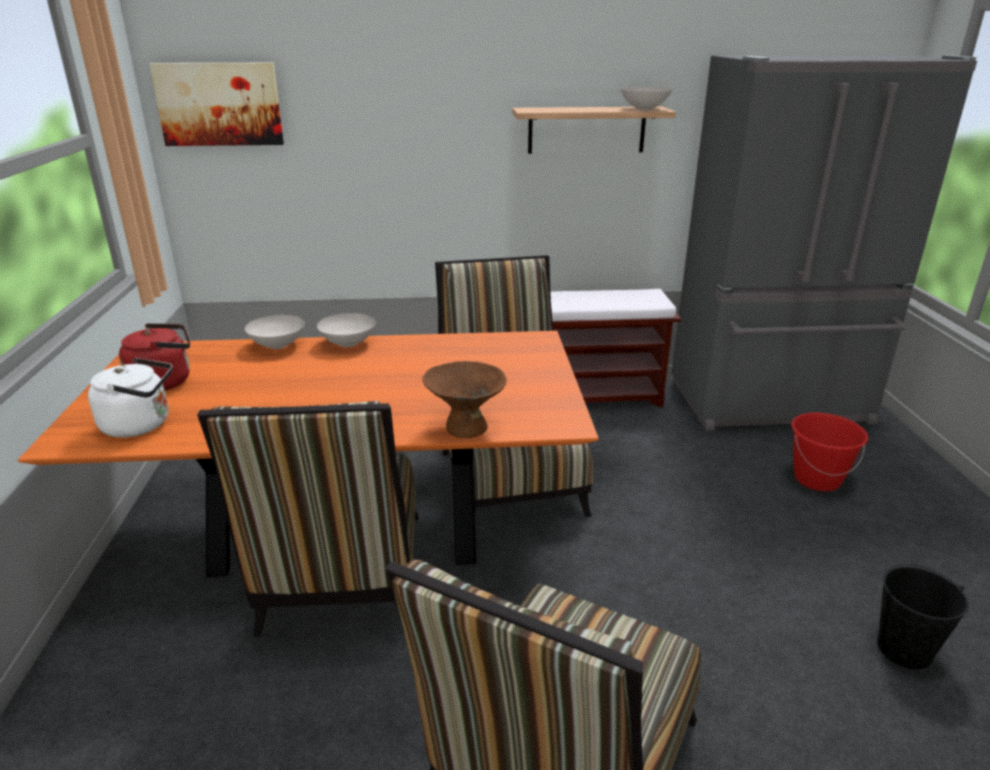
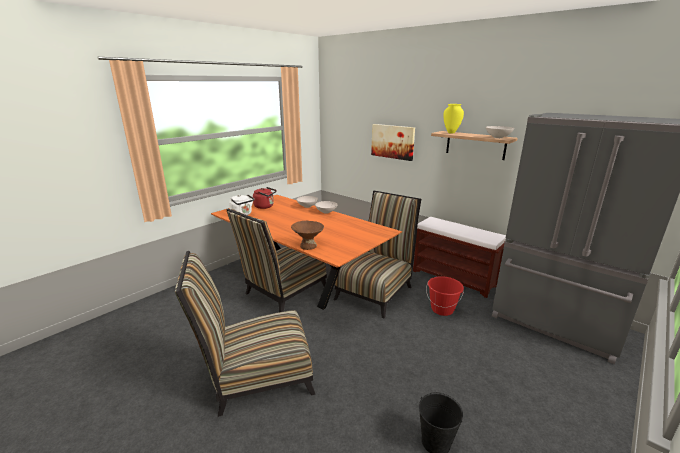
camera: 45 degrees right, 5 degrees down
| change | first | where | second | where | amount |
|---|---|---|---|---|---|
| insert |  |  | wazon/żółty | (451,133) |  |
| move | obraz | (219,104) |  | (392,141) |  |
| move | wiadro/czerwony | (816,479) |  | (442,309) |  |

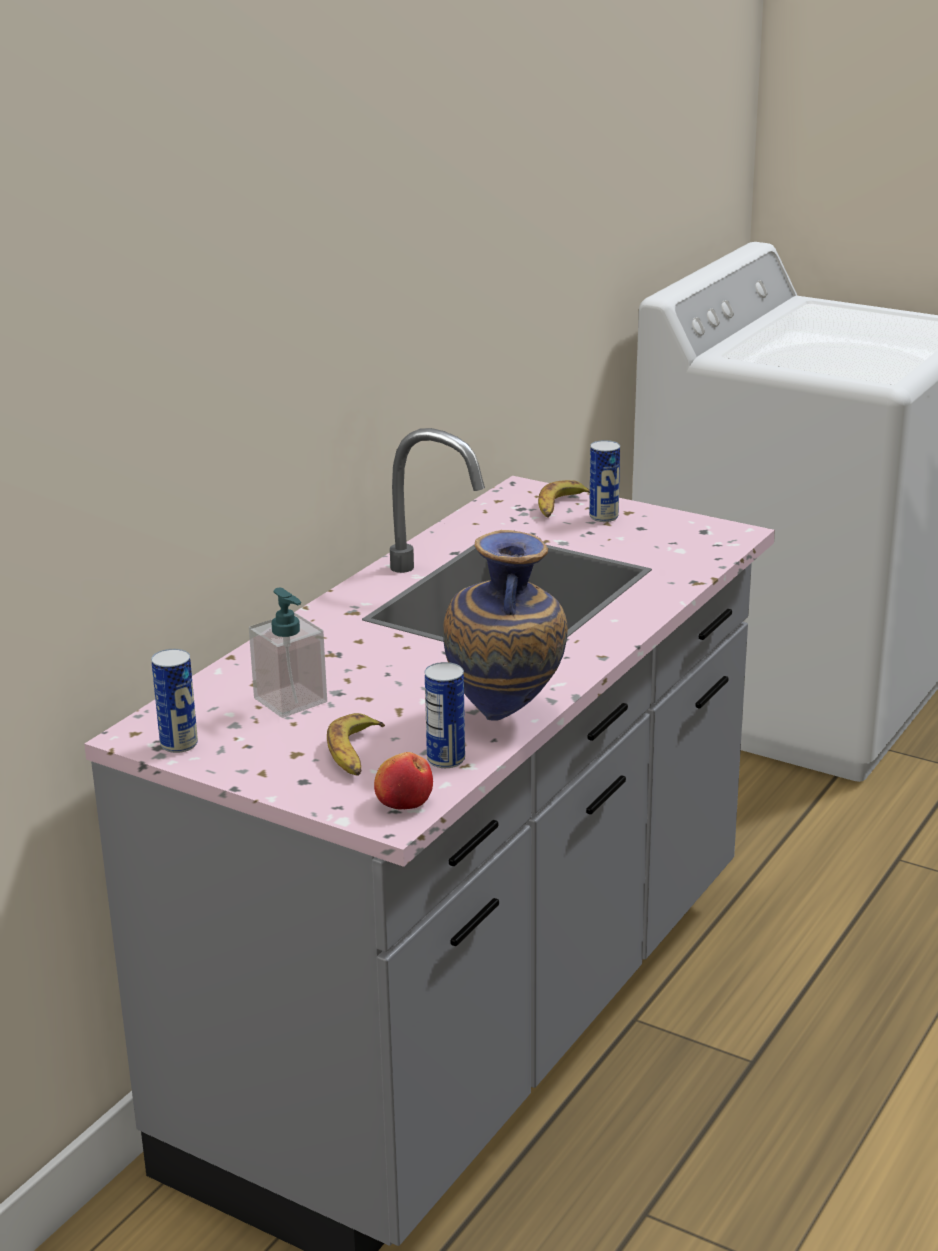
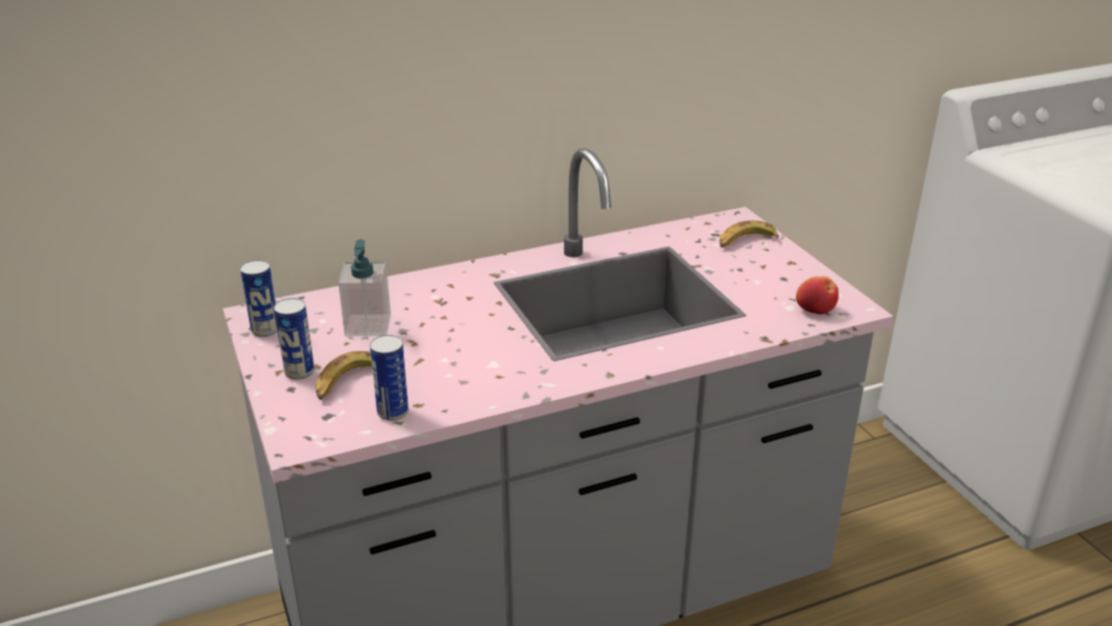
camera: 35 degrees right, 5 degrees up
| change | first | where | second | where | amount |
|---|---|---|---|---|---|
| delete | wazon | (506,719) |  |  |  |
| move | jabłko | (403,802) |  | (815,309) |  |
| move | puszka | (603,517) |  | (299,372) |  |

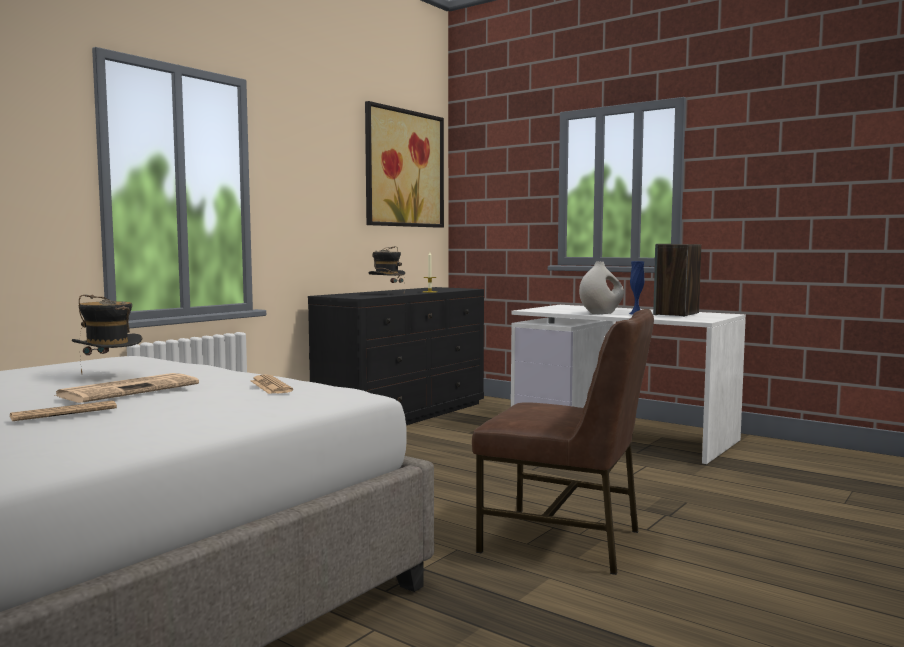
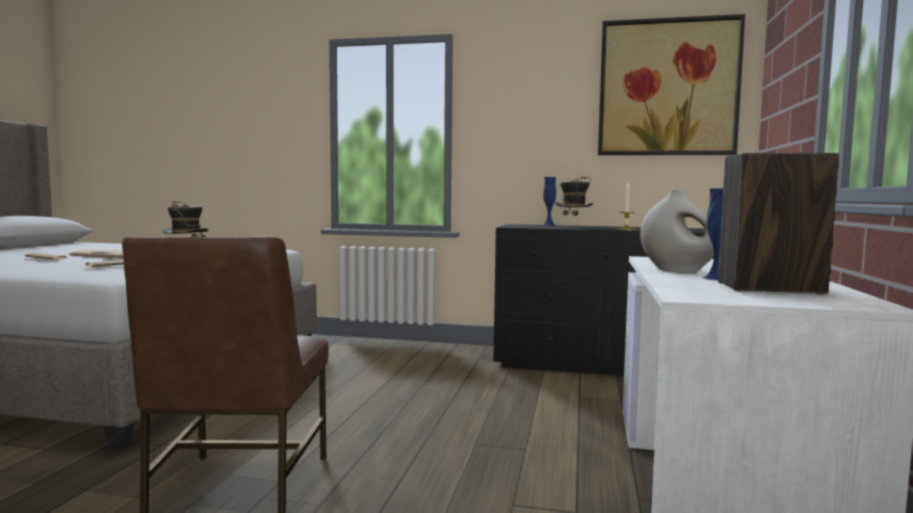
camera: 65 degrees right, 0 degrees up
| change | first | where | second | where | amount |
|---|---|---|---|---|---|
| insert |  |  | wazon/niebieski | (548,225) |  |

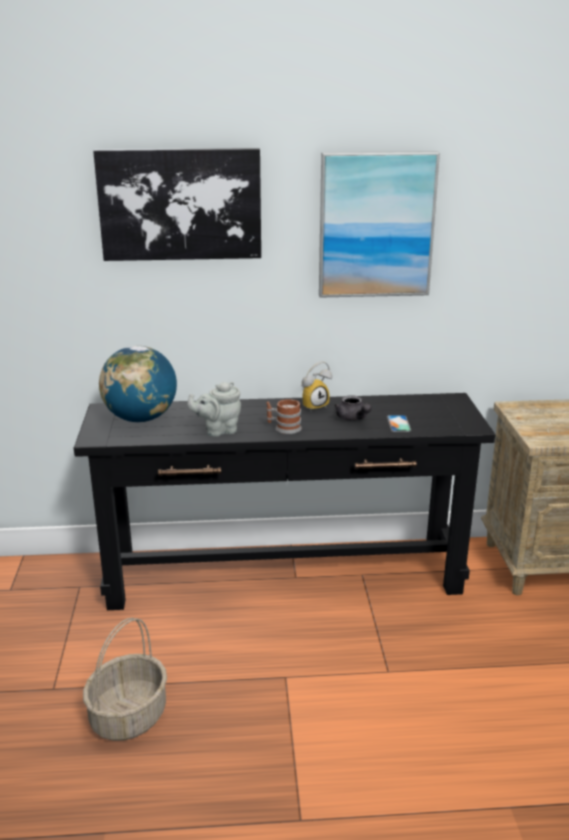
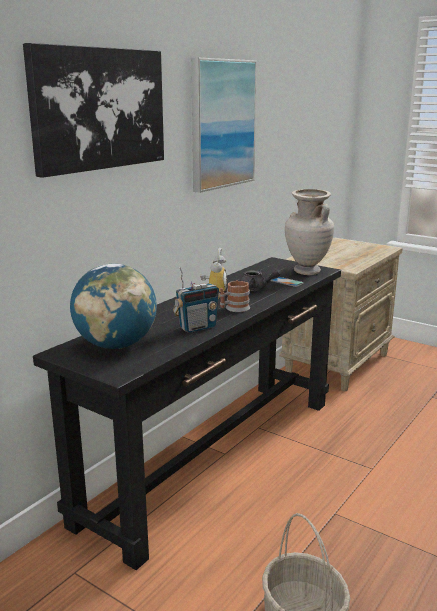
camera: 50 degrees left, 5 degrees down
| change | first | where | second | where | amount |
|---|---|---|---|---|---|
| insert |  |  | wazon/beżowy | (306,272) |  |
| replace | imbryk/szary | (218,430) | radio | (197,327) |  |

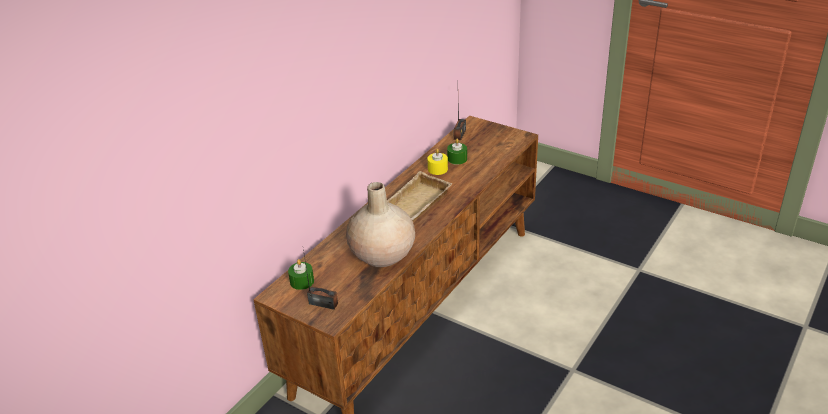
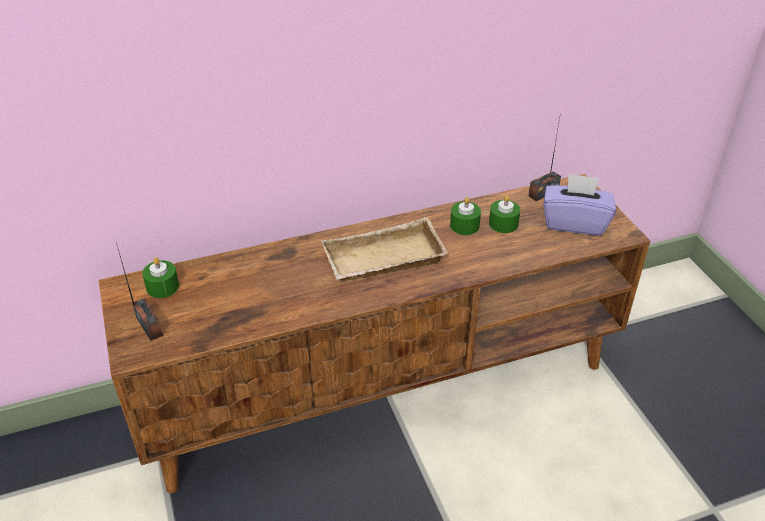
camera: 35 degrees right, 5 degrees up
| change | first | where | second | where | amount |
|---|---|---|---|---|---|
| delete | wazon/beżowy | (382,255) |  |  |  |
| insert |  |  | pudełko chusteczek/fioletowy | (574,223) |  |
| recolor | świeca/żółty | (437,169) | świeca/zielony | (464,226) |  |

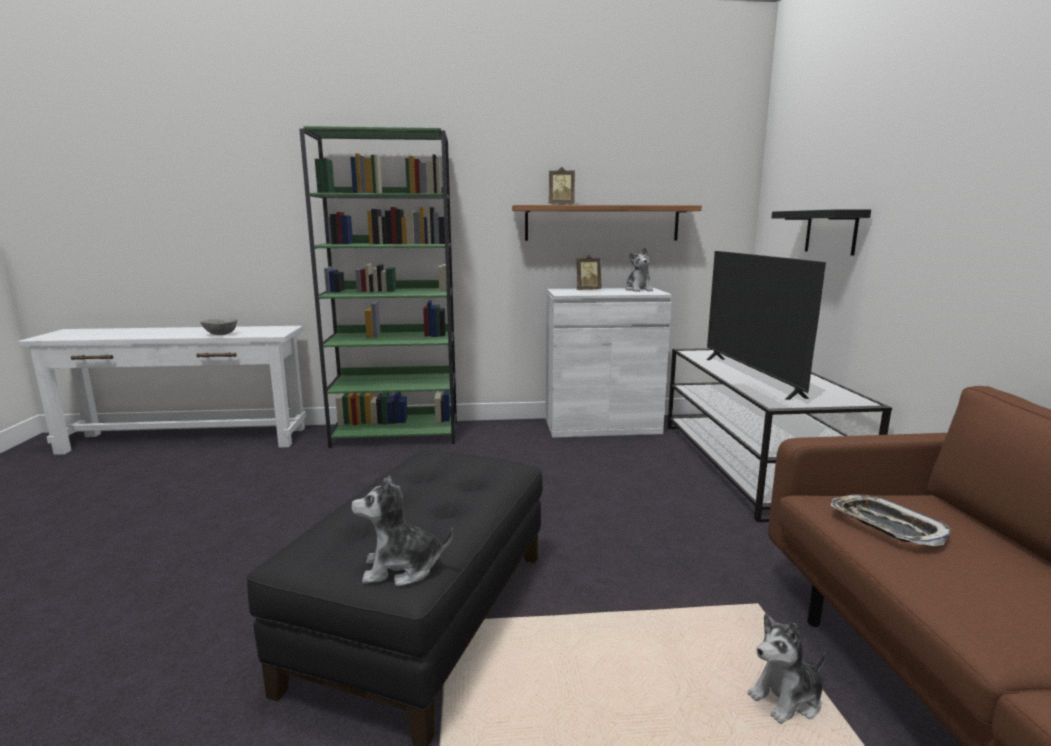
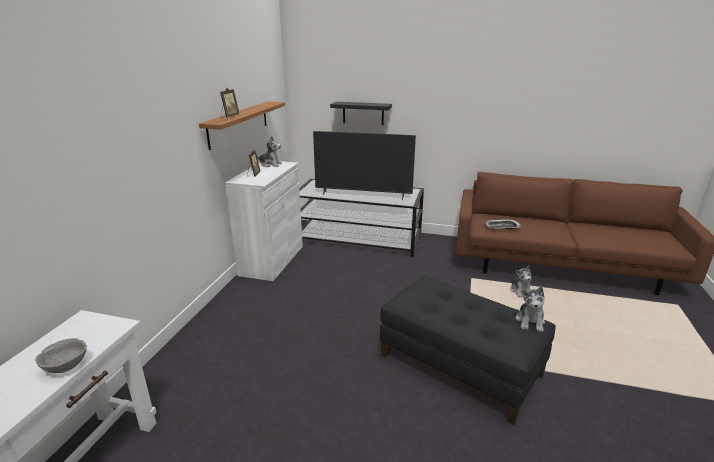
camera: 70 degrees left, 10 degrees up
| change | first | where | second | where | amount |
|---|---|---|---|---|---|
| delete | regał/zielony | (397,434) |  |  |  |

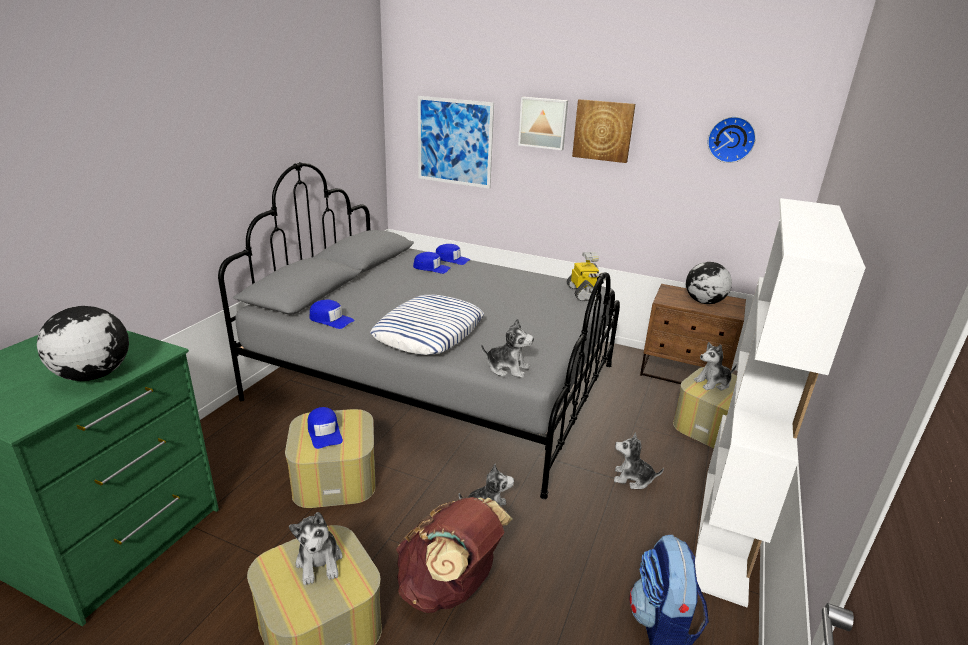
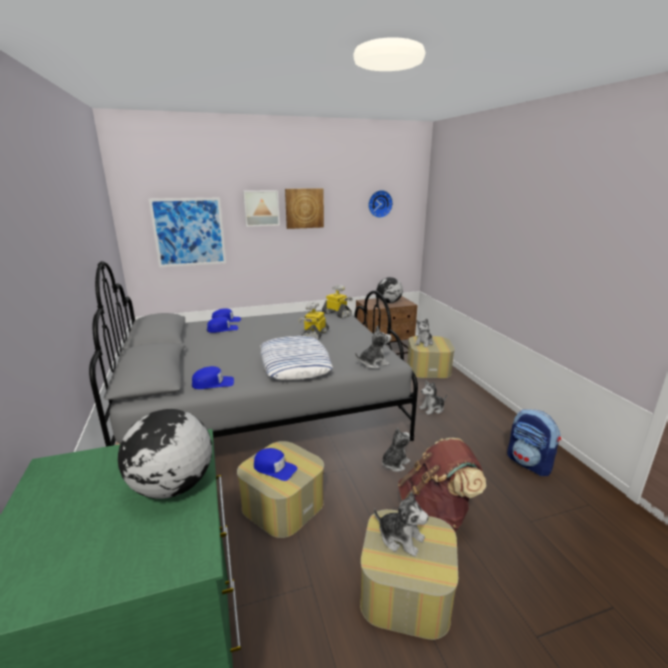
camera: 40 degrees left, 5 degrees down
| change | first | where | second | where | amount |
|---|---|---|---|---|---|
| delete | regał/biały | (725,532) |  |  |  |
| insert |  |  | robot zabawkowy | (314,335) |  |

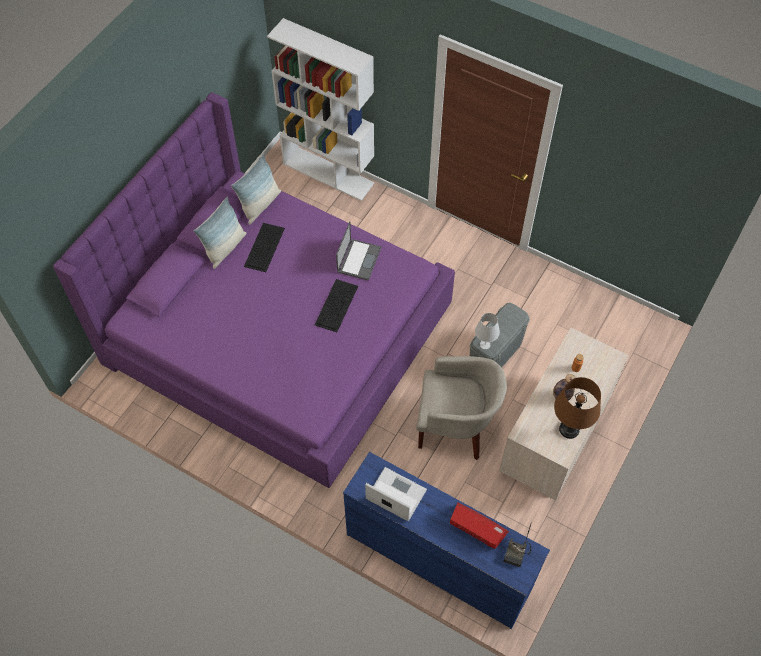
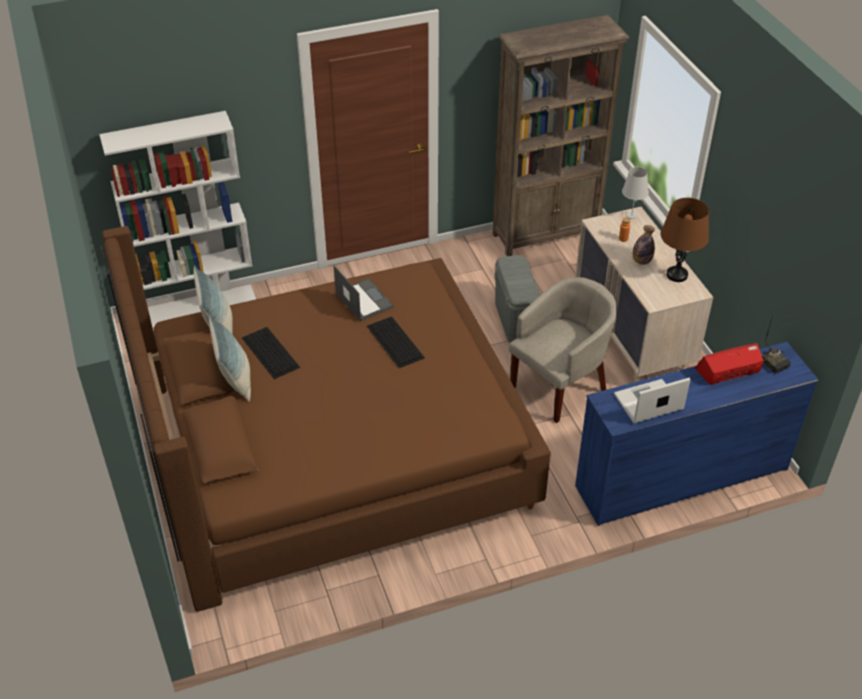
camera: 50 degrees left, 15 degrees down
| change | first | where | second | where | amount |
|---|---|---|---|---|---|
| insert |  |  | regał/brązowy | (546,234) |  |
| move | lampa stołowa/biały | (485,345) |  | (632,215) |  |
| recolor | łóżko/fioletowy | (277,335) | łóżko/brązowy | (331,448) |  |

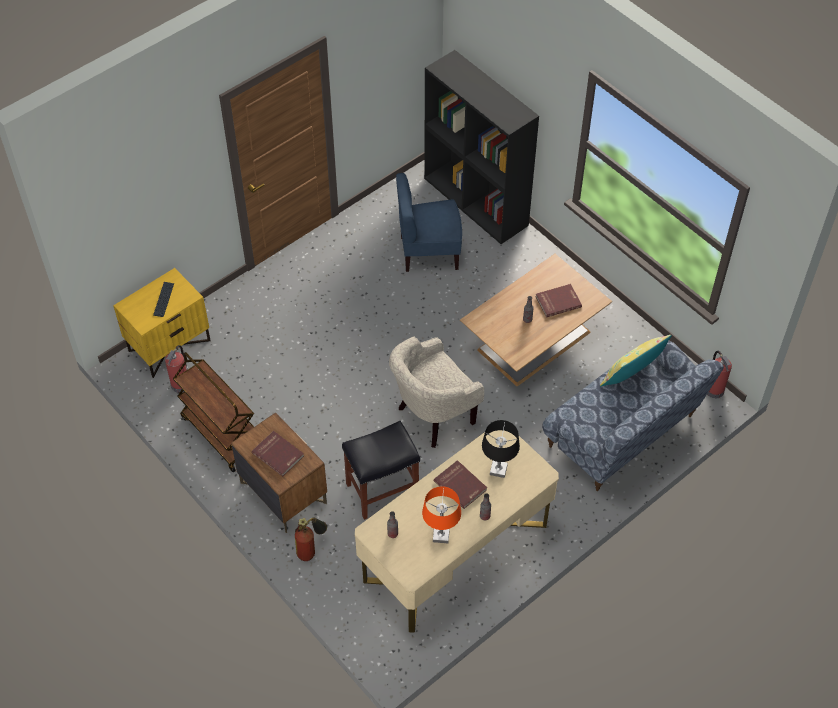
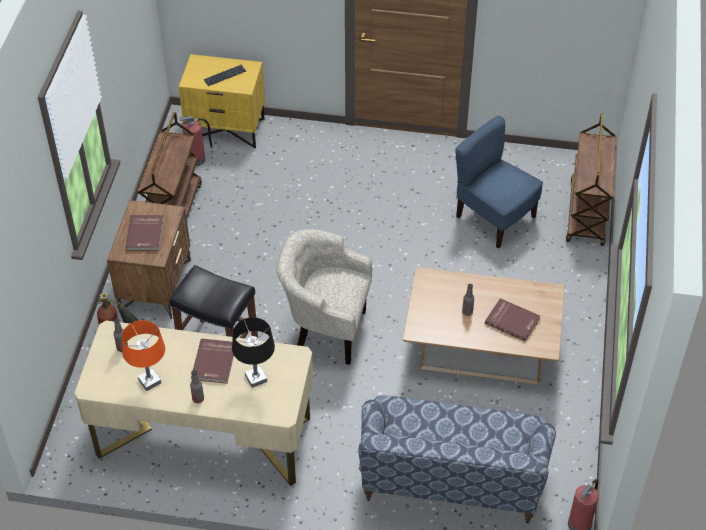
camera: 50 degrees right, 5 degrees down
| change | first | where | second | where | amount |
|---|---|---|---|---|---|
| delete | poduszka/żółty | (631,377) |  |  |  |
| replace | regał/czarny | (477,202) | wózek/brązowy | (587,214) |  |

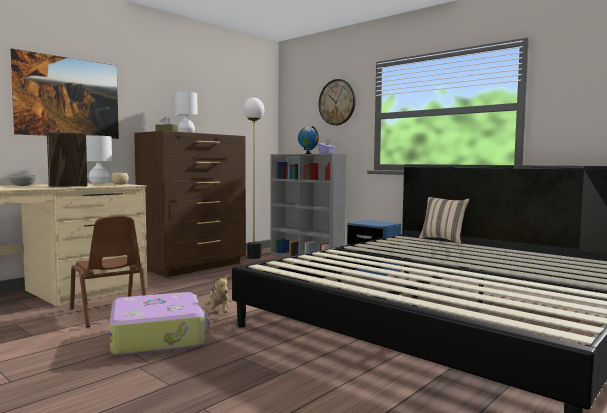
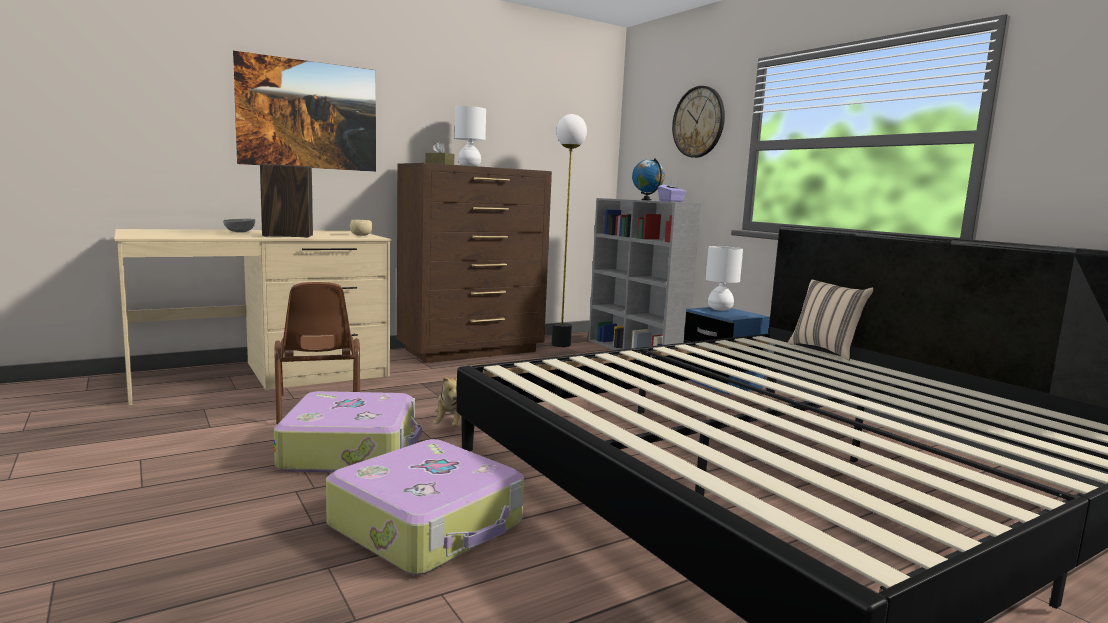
camera: 15 degrees right, 5 degrees up
| change | first | where | second | where | amount |
|---|---|---|---|---|---|
| insert |  |  | walizka | (428,525) |  |
| move | lampa stołowa/biały | (99,183) |  | (719,309) |  |

